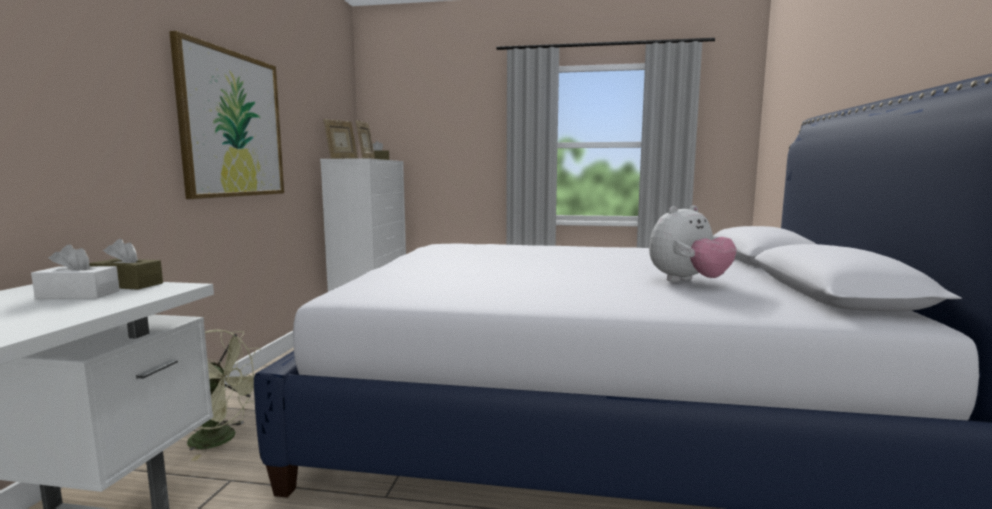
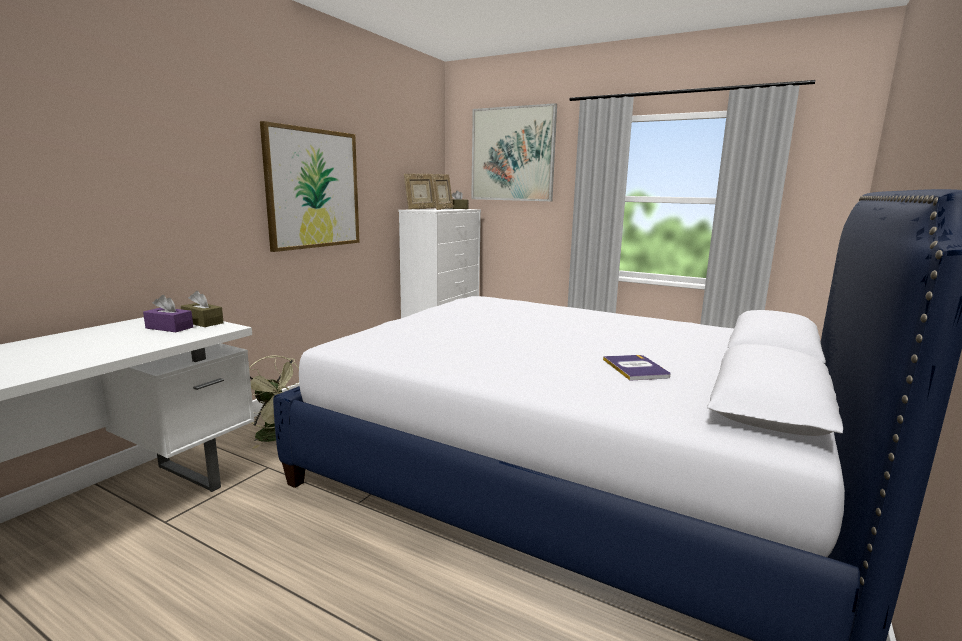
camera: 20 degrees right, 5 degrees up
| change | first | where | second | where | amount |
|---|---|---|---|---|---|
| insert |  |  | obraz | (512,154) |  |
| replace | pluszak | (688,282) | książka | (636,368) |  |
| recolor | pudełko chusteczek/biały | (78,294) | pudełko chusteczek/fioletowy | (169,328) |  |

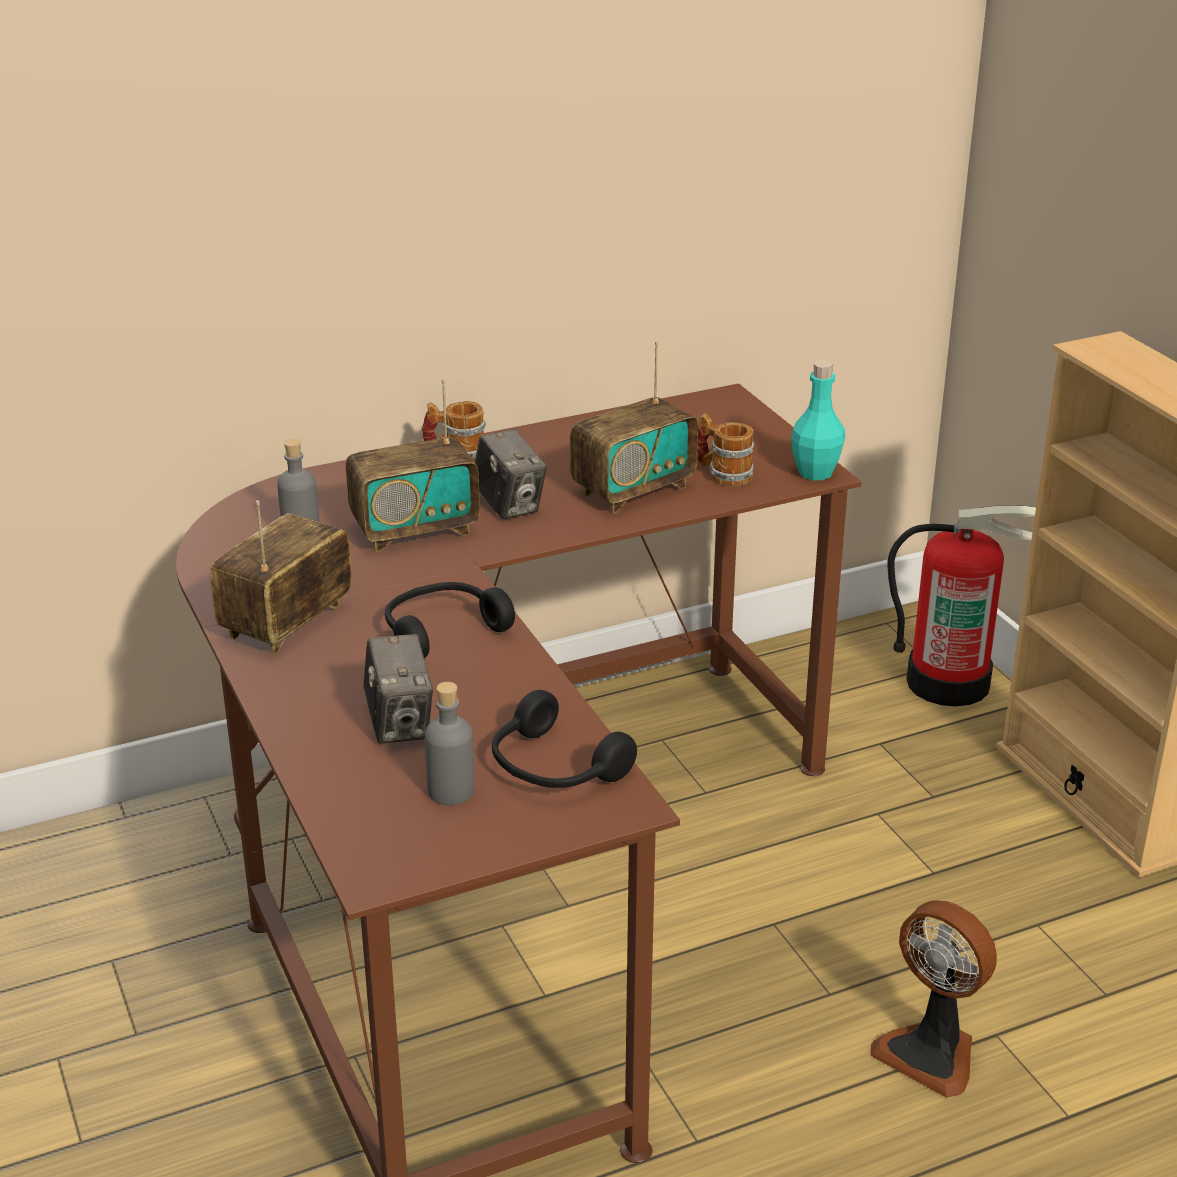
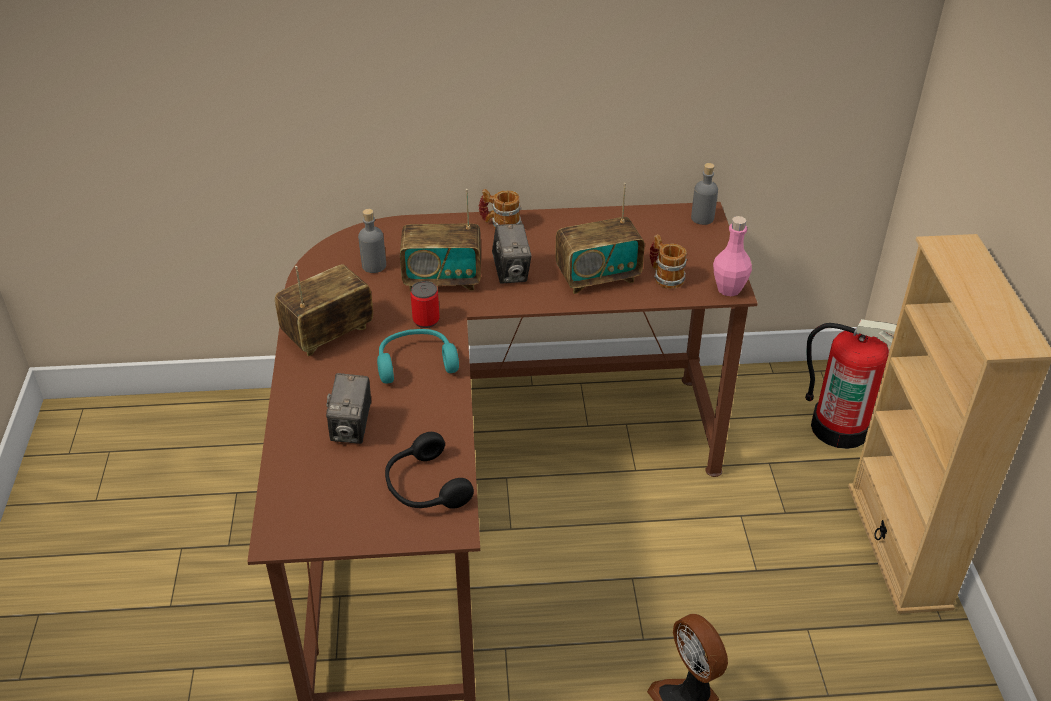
camera: 20 degrees right, 10 degrees up
| change | first | where | second | where | amount |
|---|---|---|---|---|---|
| insert |  |  | puszka | (426,320) |  |
| move | butelka/szary | (451,791) |  | (702,218) |  |
| recolor | słuchawki/czarny | (441,631) | słuchawki/turkusowy | (415,362) |  |
| recolor | butelka/turkusowy | (815,473) | butelka/różowy | (729,289) |  |

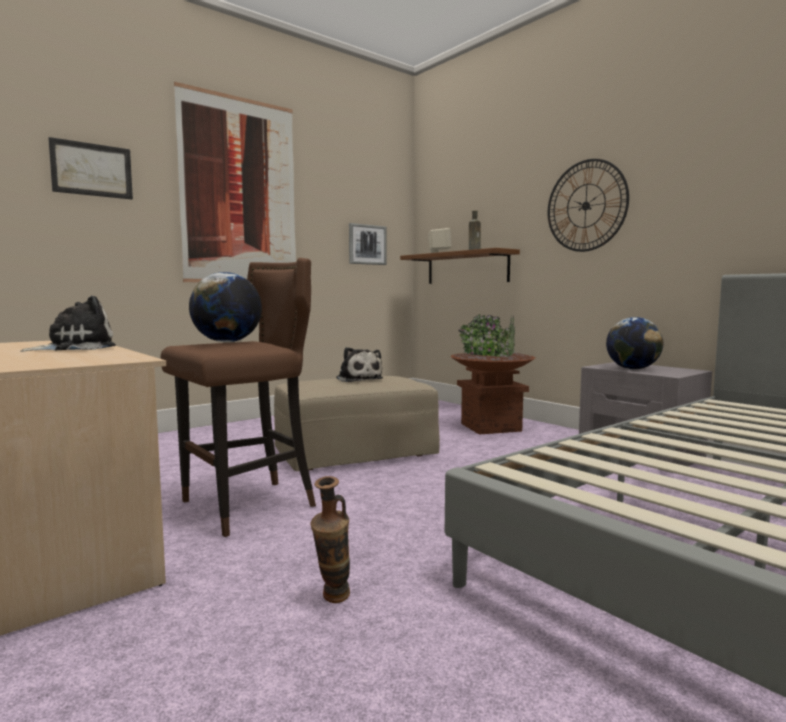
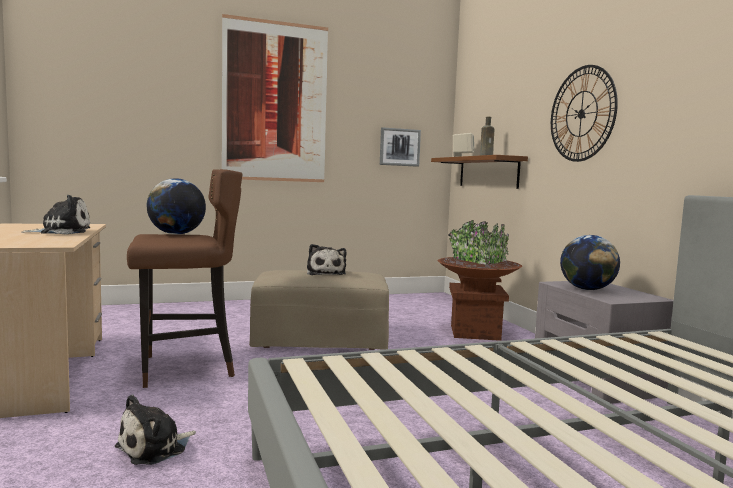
camera: 20 degrees right, 0 degrees up
| change | first | where | second | where | amount |
|---|---|---|---|---|---|
| delete | obraz | (92,169) |  |  |  |
| replace | wazon | (332,601) | pluszak | (155,448) |  |

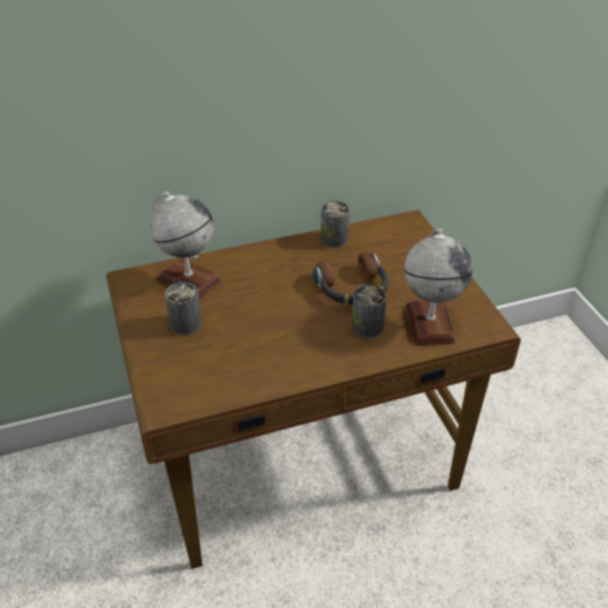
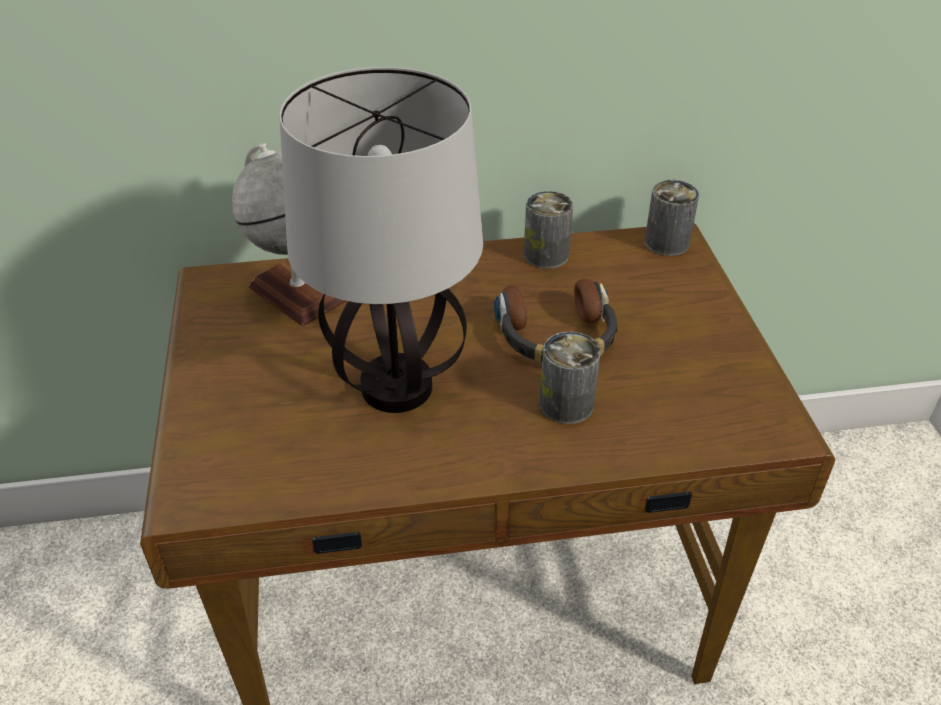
camera: 10 degrees right, 0 degrees up
| change | first | where | second | where | amount |
|---|---|---|---|---|---|
| delete | globus | (429,323) |  |  |  |
| insert |  |  | lampa stołowa | (395,386) |  |
| move | puszka | (185,324) |  | (666,243) |  |

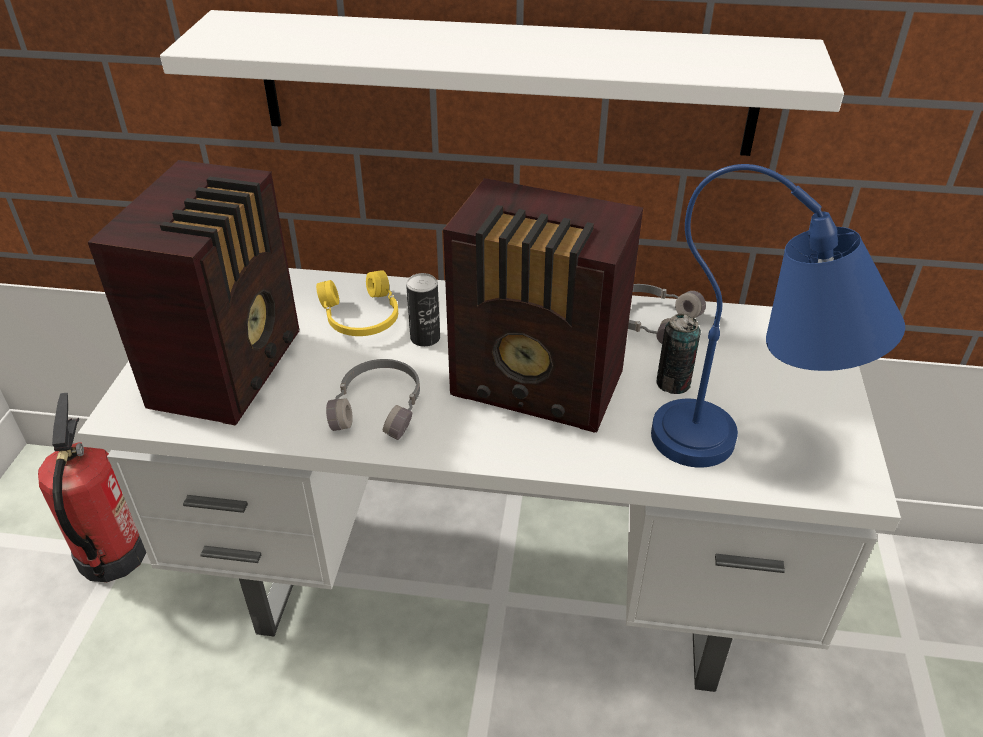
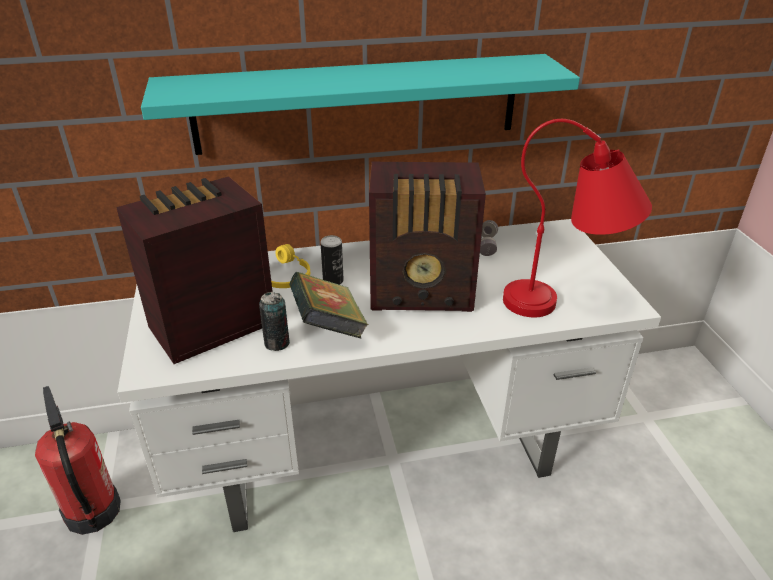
camera: 20 degrees left, 5 degrees down
| change | first | where | second | where | amount |
|---|---|---|---|---|---|
| move | puszka | (673,383) |  | (277,343) |  |
| replace | słuchawki/szary | (380,407) | książka | (328,327) |  |
| recolor | półka/biały | (505,83) | półka/turkusowy | (358,104) |  |
| recolor | lampa stołowa/niebieski | (751,452) | lampa stołowa/czerwony | (565,302) |  |
| rotate | radio | (232,368) |  | (209,326) | 120 degrees counterclockwise |

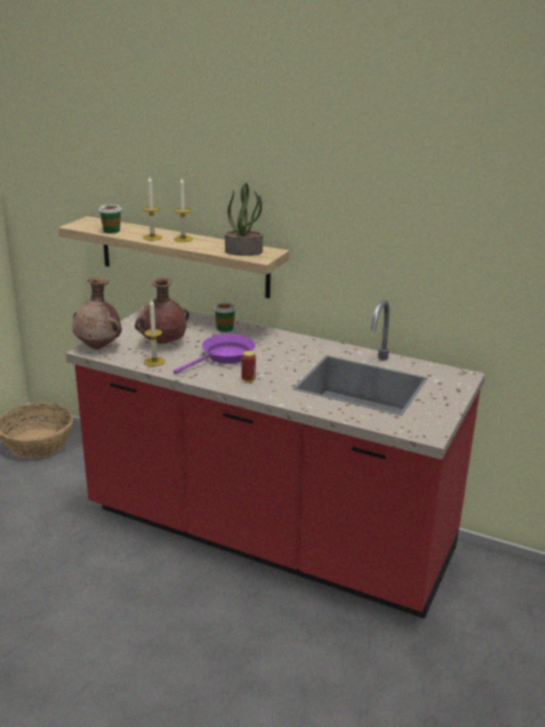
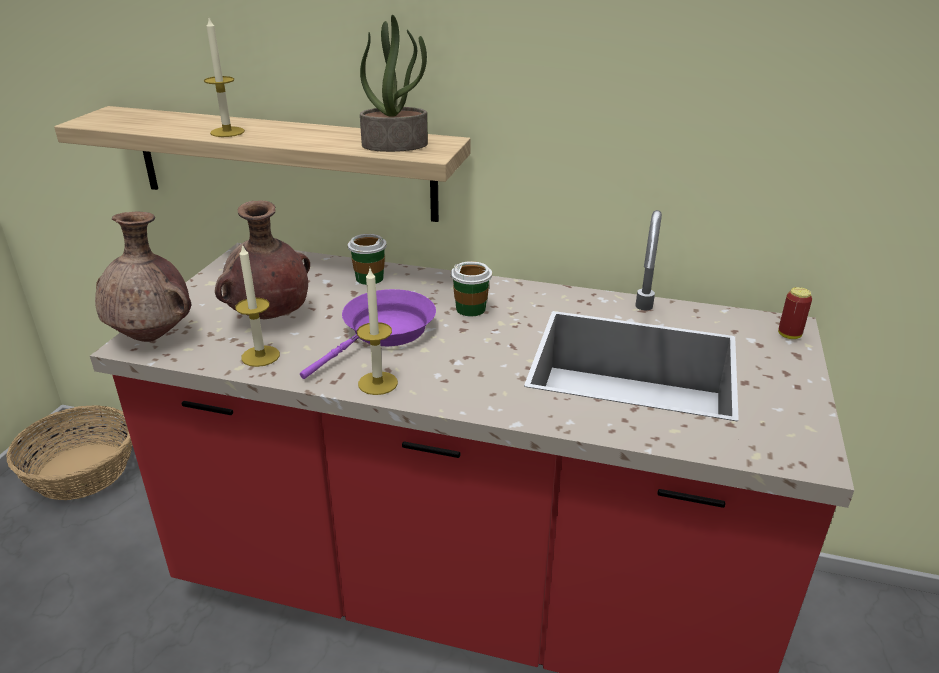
camera: 10 degrees left, 5 degrees up
| change | first | where | second | where | amount |
|---|---|---|---|---|---|
| move | filiżanka | (111,231) |  | (471,309) |  |
| move | świeca | (183,239) |  | (378,383) |  |
| move | puszka | (248,380) |  | (789,335) |  |

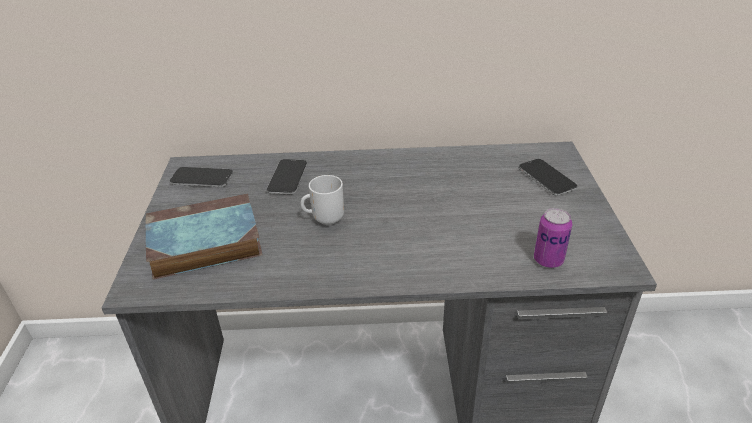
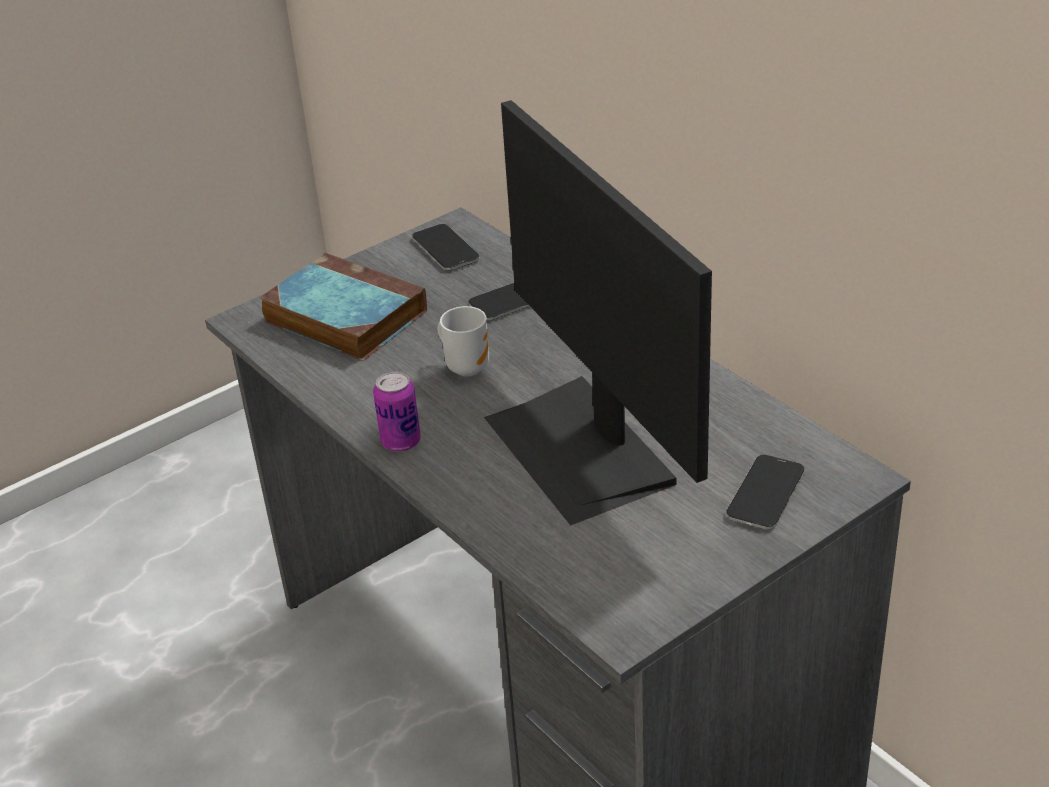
camera: 55 degrees right, 0 degrees up
| change | first | where | second | where | amount |
|---|---|---|---|---|---|
| insert |  |  | monitor | (583,448) |  |
| move | puszka | (548,260) |  | (401,442) |  |

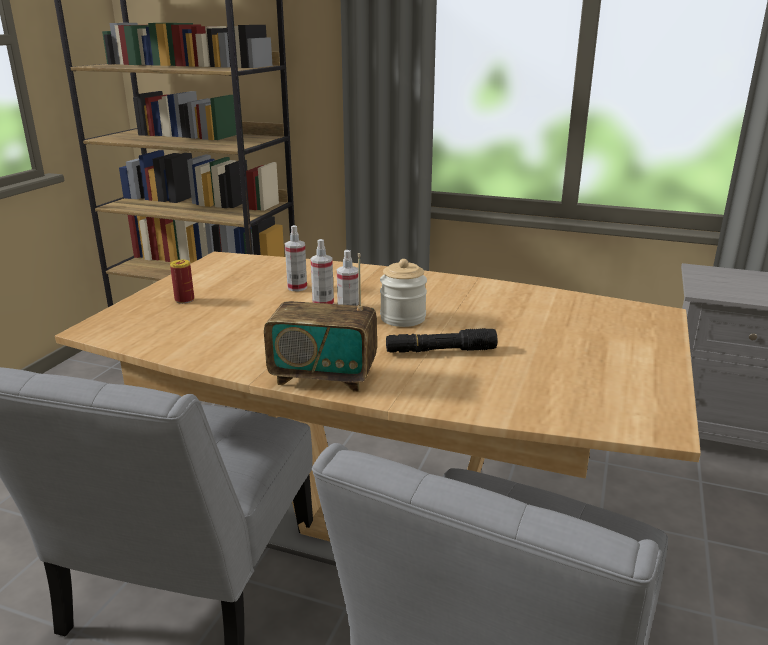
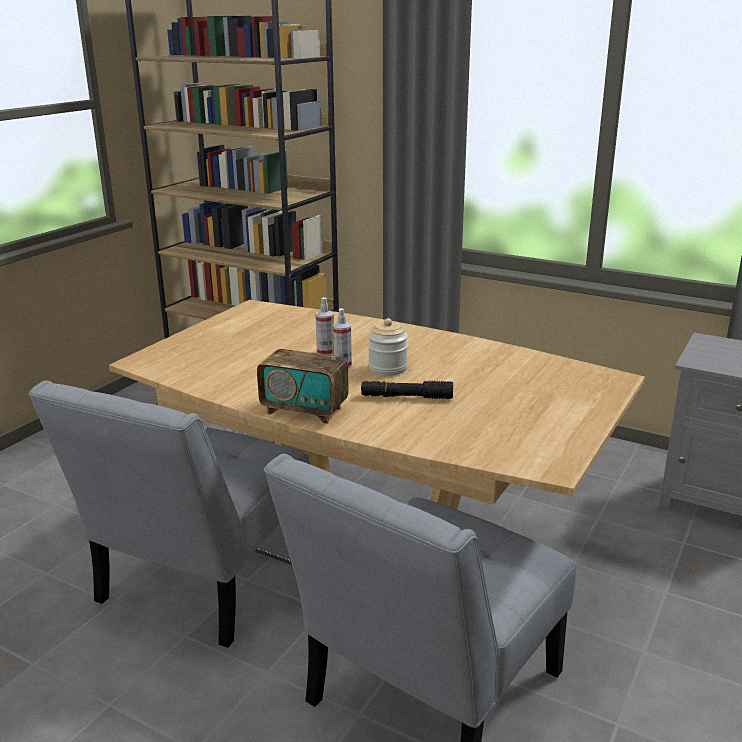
camera: 10 degrees right, 0 degrees up
| change | first | where | second | where | amount |
|---|---|---|---|---|---|
| delete | puszka | (184,300) |  |  |  |
| delete | spryskiwacz | (297,287) |  |  |  |

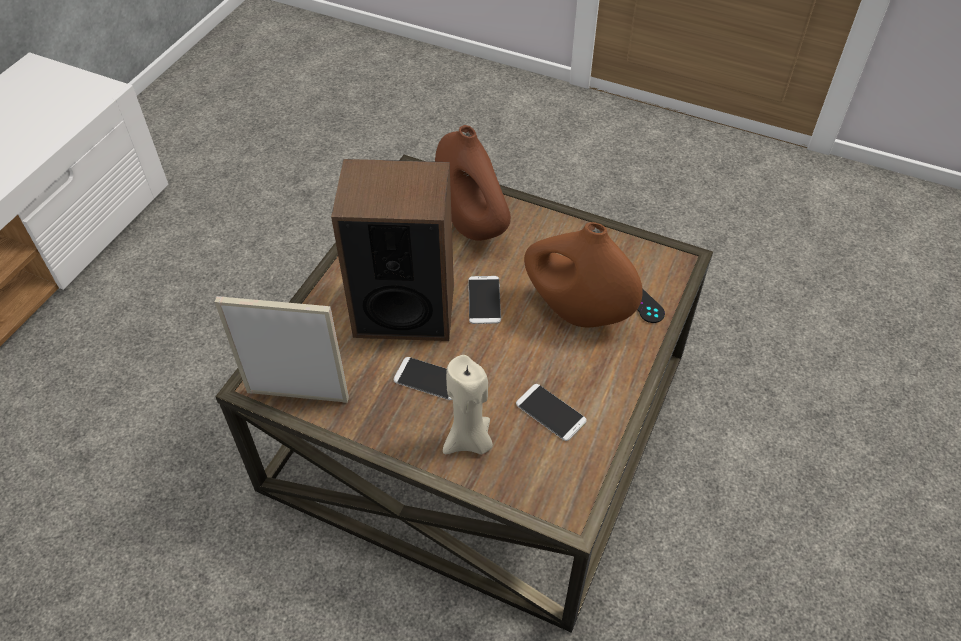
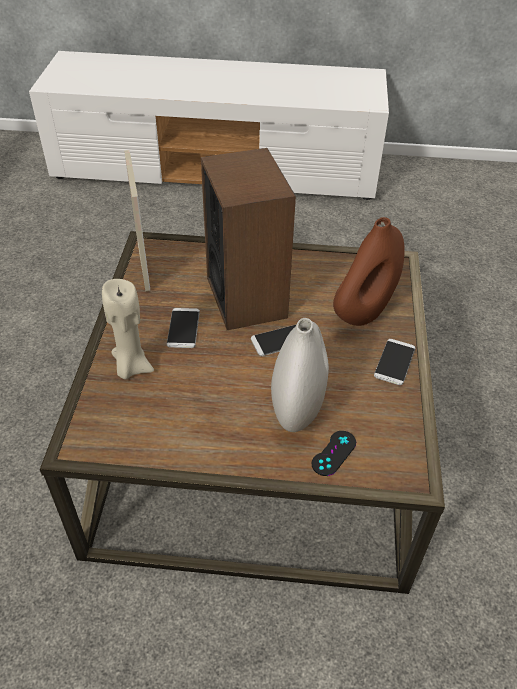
camera: 70 degrees right, 5 degrees down
| change | first | where | second | where | amount |
|---|---|---|---|---|---|
| move | telefon | (550,412) |  | (394,362) |  |
| recolor | wazon/brązowy | (577,312) | wazon/biały | (298,406) |  |

